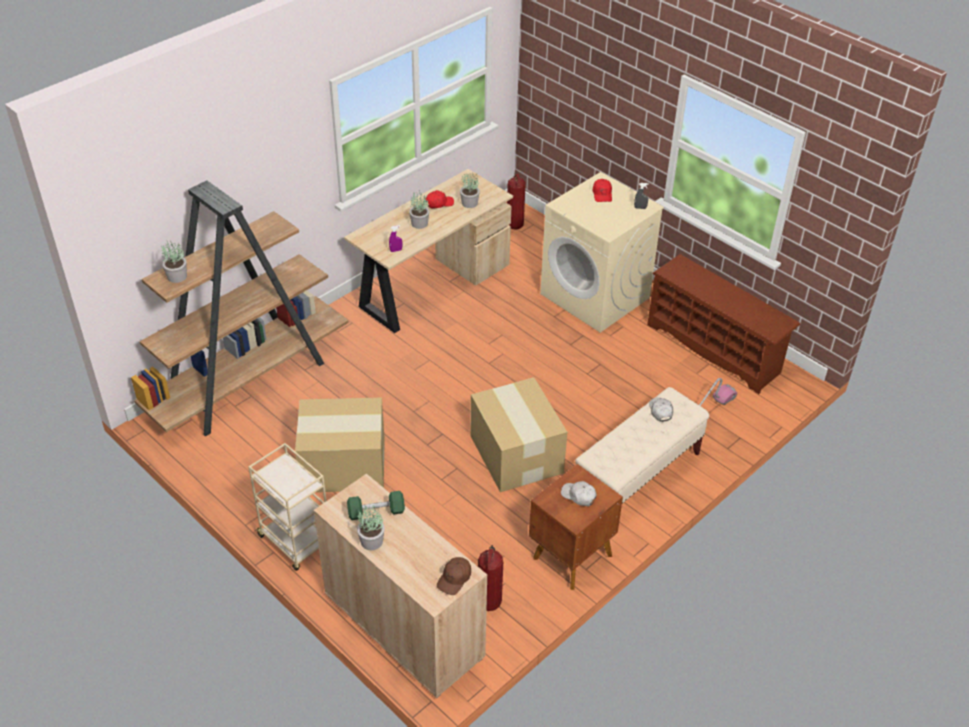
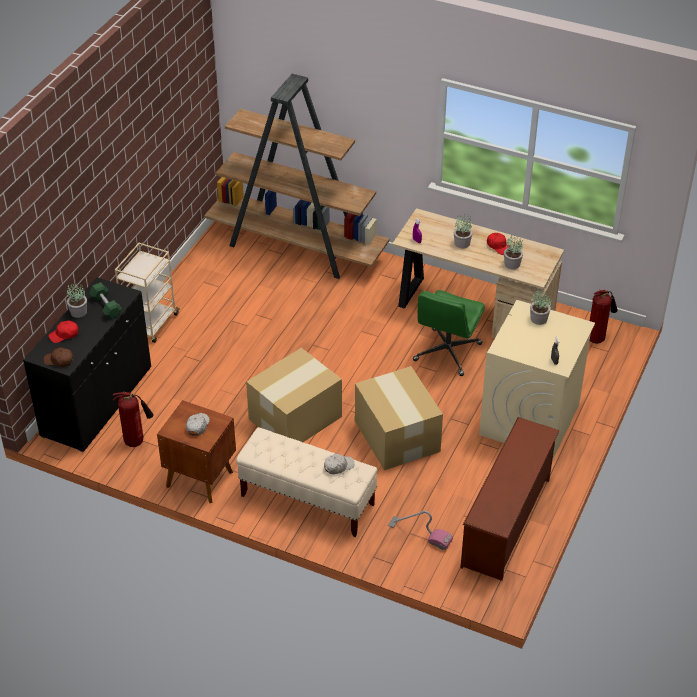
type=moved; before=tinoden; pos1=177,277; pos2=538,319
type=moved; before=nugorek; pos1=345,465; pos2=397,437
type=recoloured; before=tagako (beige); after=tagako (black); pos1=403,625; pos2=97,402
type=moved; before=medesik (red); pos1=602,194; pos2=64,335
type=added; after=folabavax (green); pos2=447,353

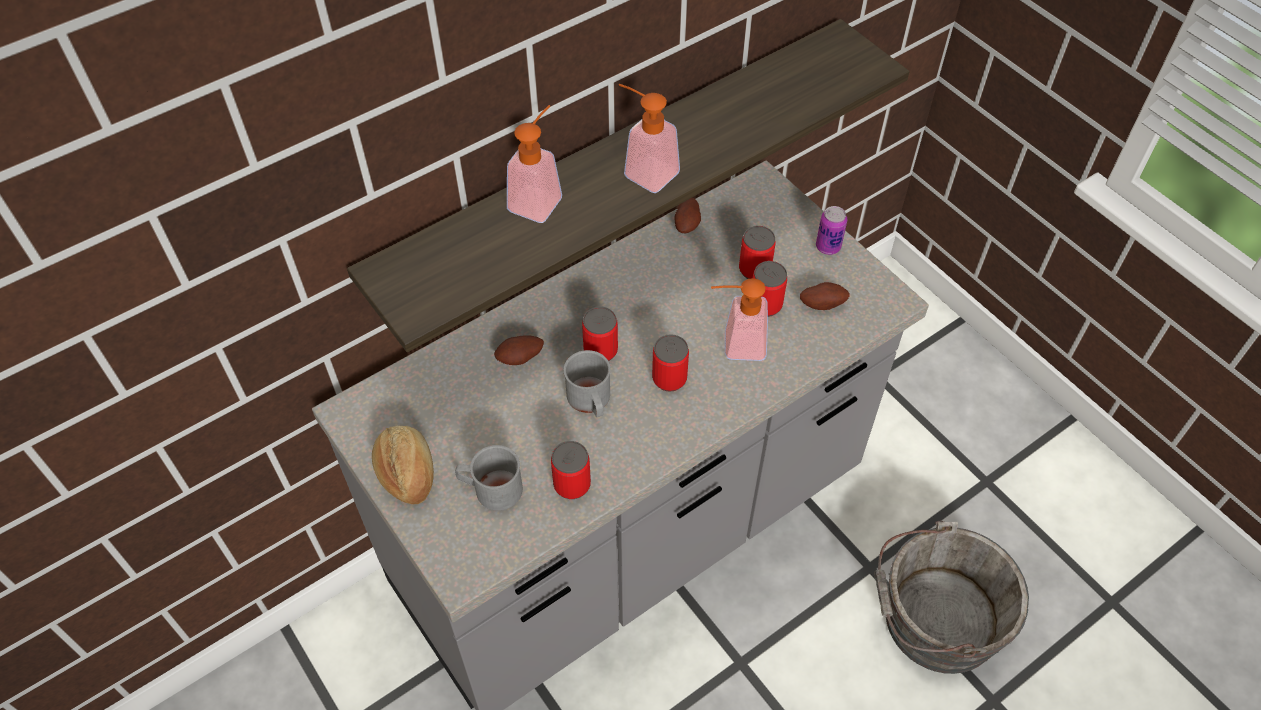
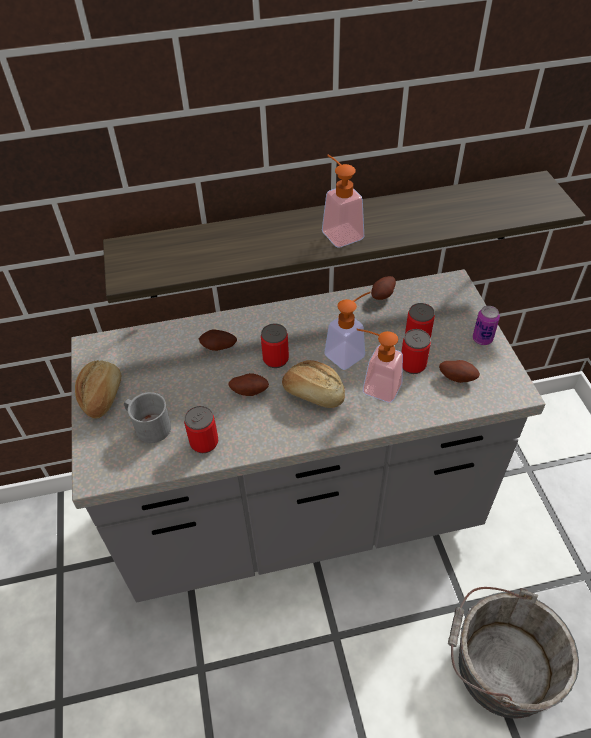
type=moved; before=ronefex; pos1=539,198; pos2=349,352
type=replaced; before=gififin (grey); after=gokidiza; pos1=590,401; pos2=249,390
type=replaced; before=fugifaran; after=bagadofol; pos1=669,378; pos2=313,393

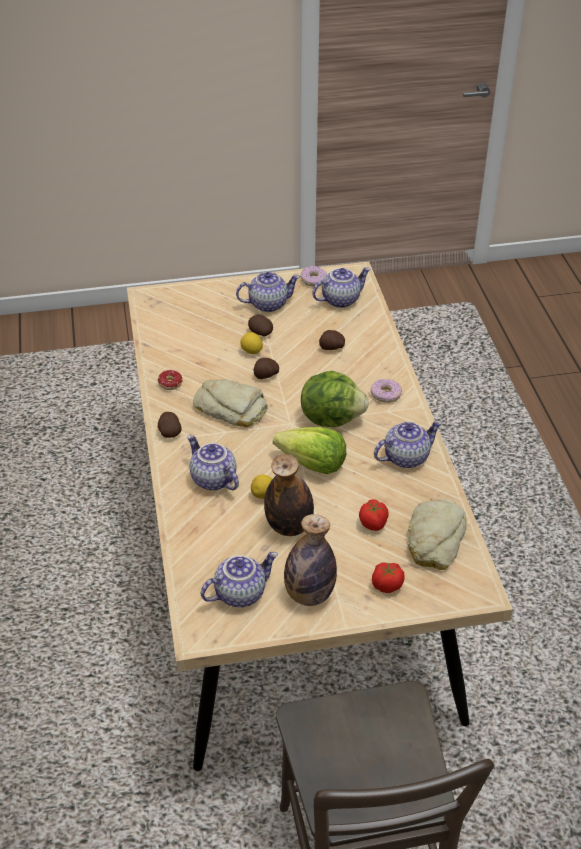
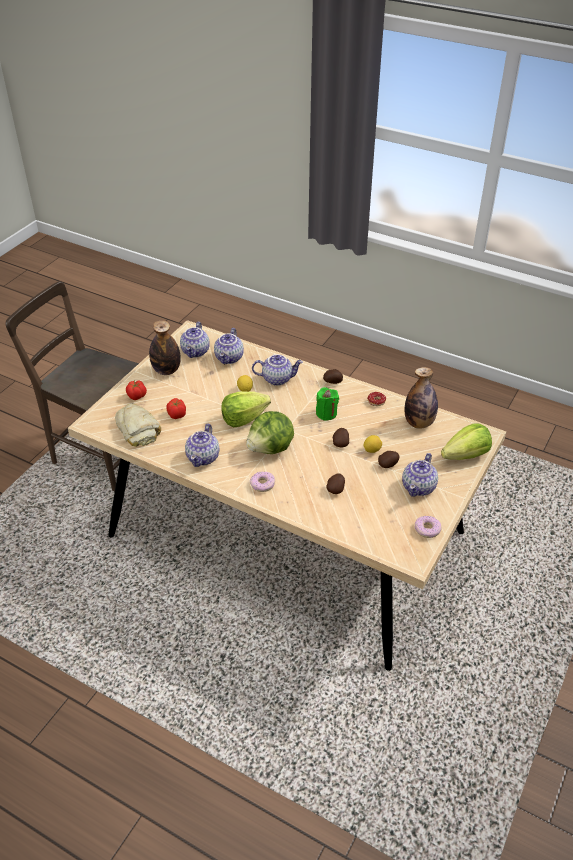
type=replaced; before=bagadofol; after=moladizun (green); pos1=231,408; pos2=326,413
type=moved; before=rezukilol; pos1=289,526; pos2=419,423
type=moved; before=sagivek; pos1=340,299; pos2=230,358
type=added; after=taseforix; pos2=466,455

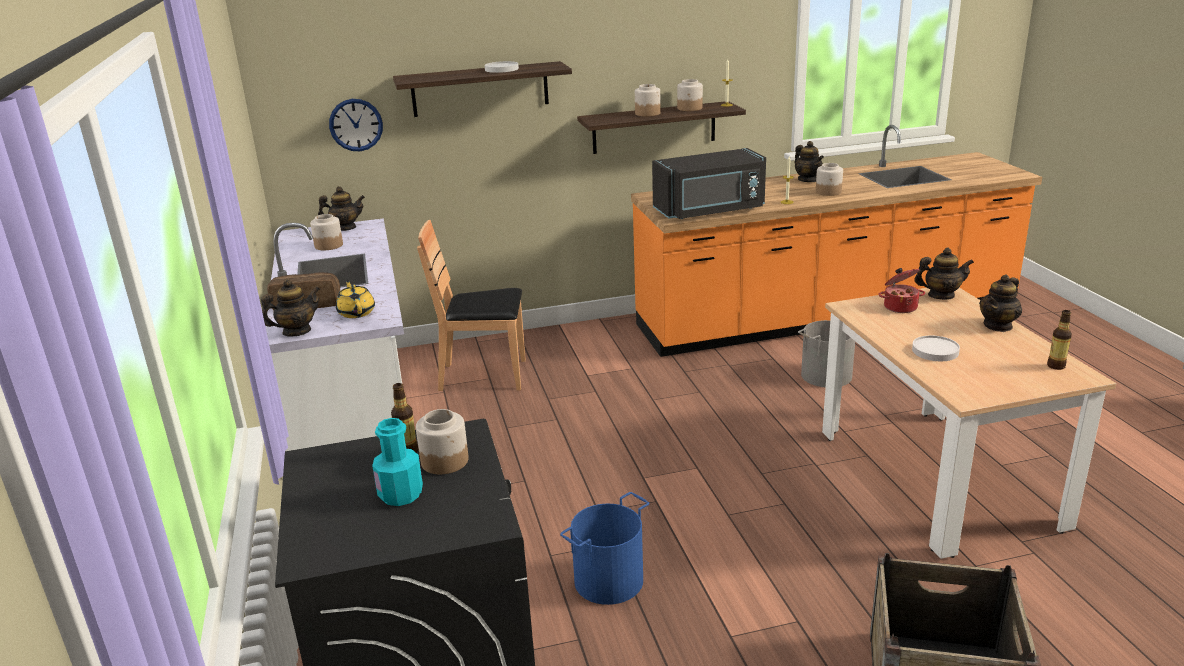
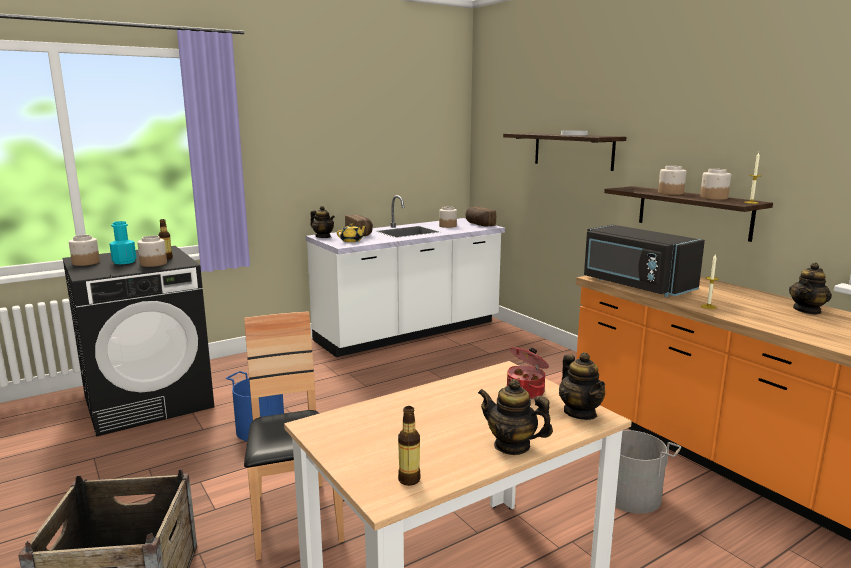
type=replaced; before=sagivek; after=bagadofol; pos1=345,228; pos2=479,224
type=removed; before=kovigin; pos1=356,125
type=moved; before=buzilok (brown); pos1=484,376; pos2=294,519
type=moved; before=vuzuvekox; pos1=828,192; pos2=85,263
type=removed; before=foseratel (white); pos1=935,351

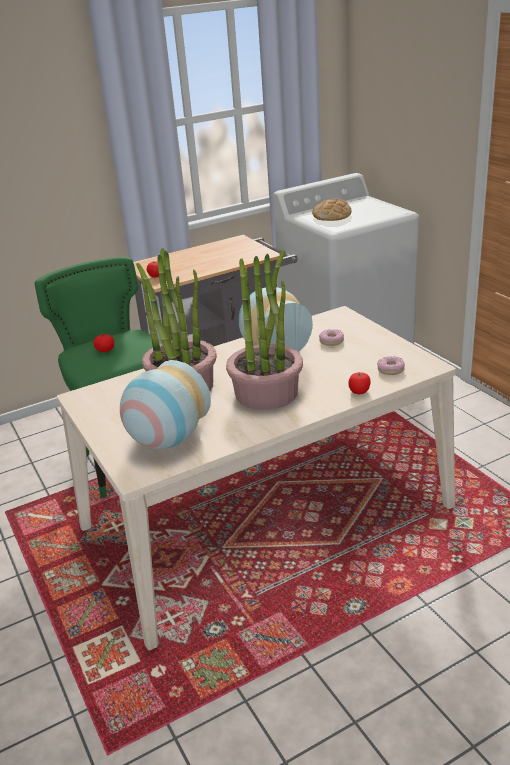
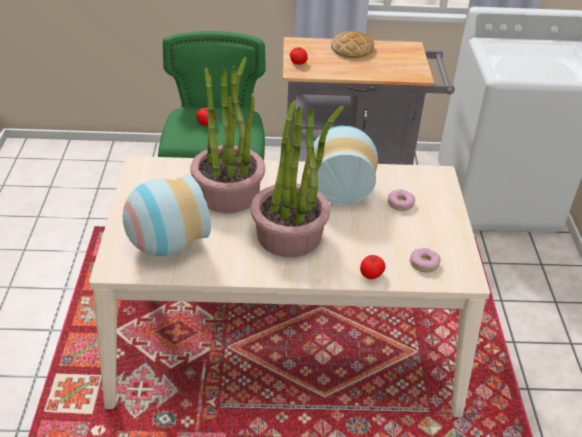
type=moved; before=bagadofol; pos1=332,215; pos2=352,49

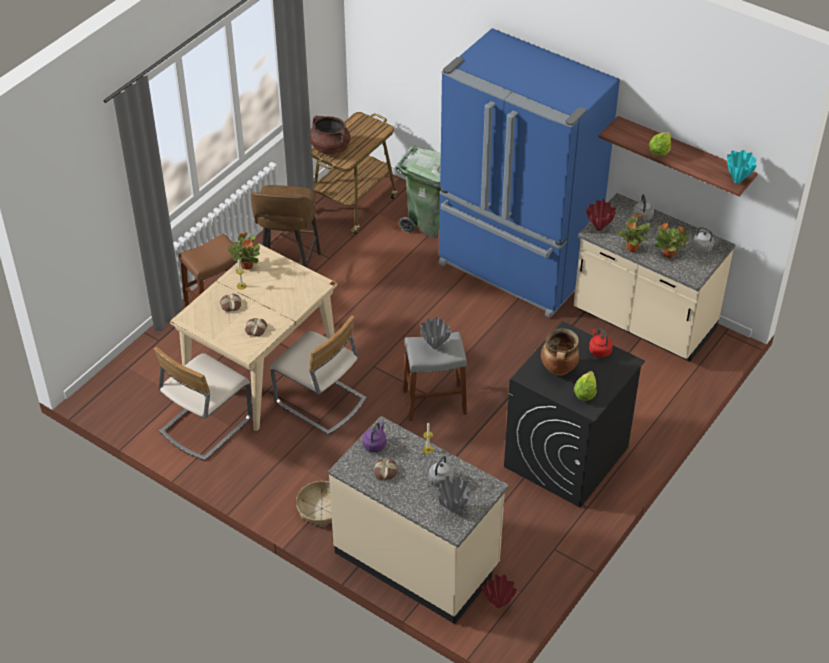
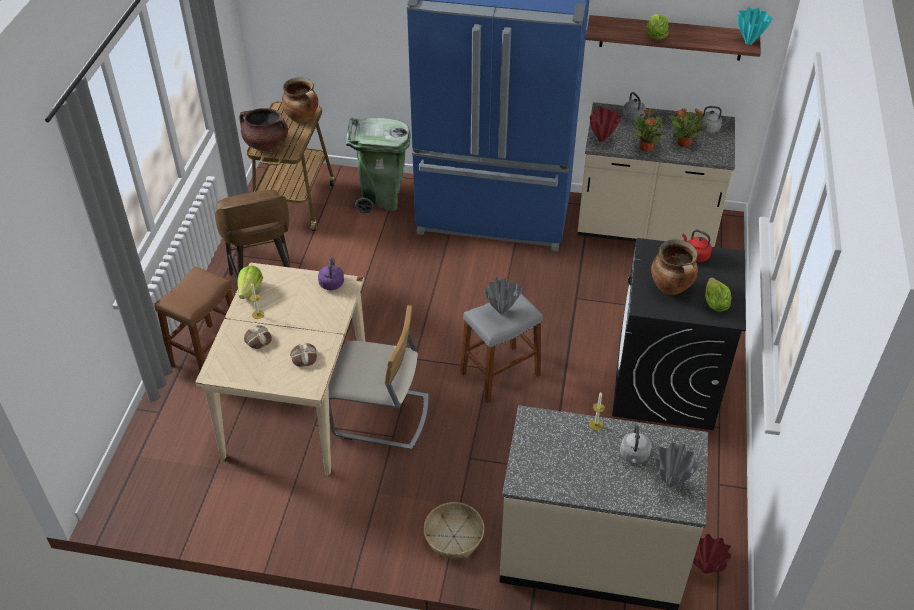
type=removed; before=buzilok (beige); pos1=205,425
type=replaced; before=tinoden; after=taseforix; pos1=247,265; pos2=251,290
type=moved; before=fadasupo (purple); pos1=375,444; pos2=331,282
type=removed; before=bagadofol; pos1=385,472
type=added; after=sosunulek; pos2=303,118

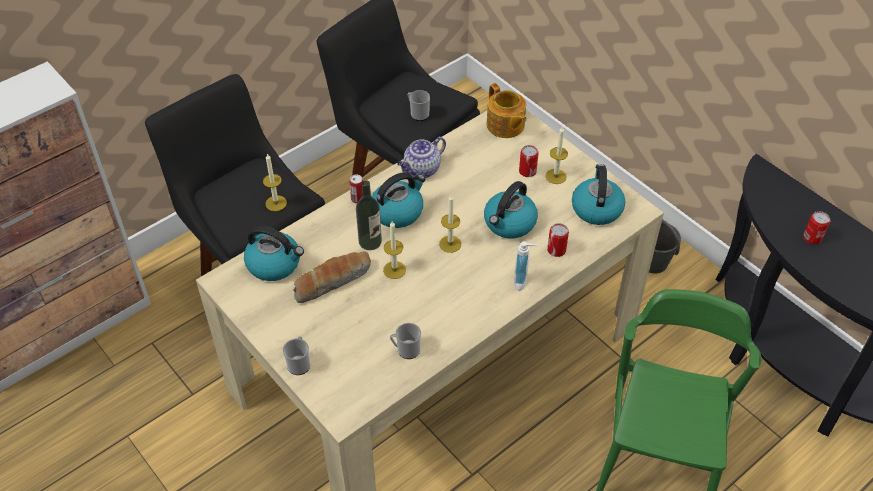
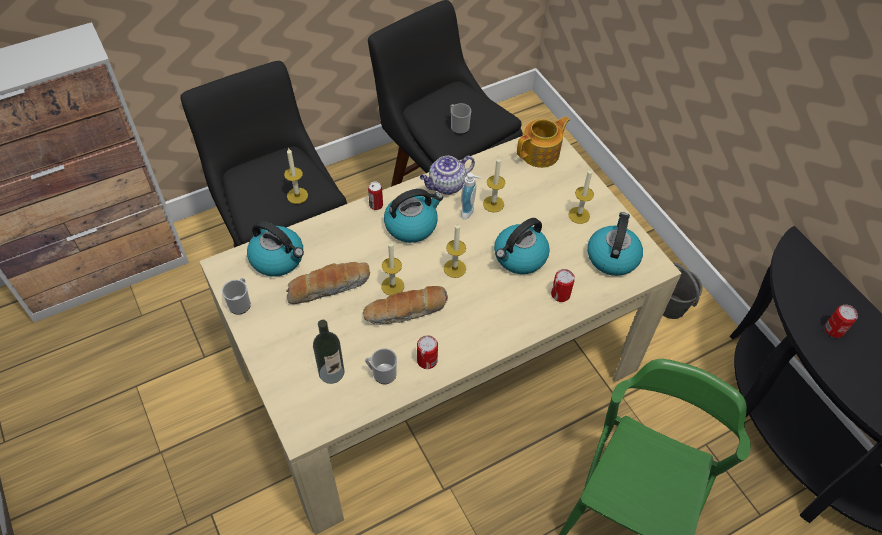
type=moved; before=gififin; pos1=299,363; pos2=241,303
type=moved; before=rezukilol; pos1=370,241; pos2=331,372
type=turned; before=sagivek; pos1=505,126; pos2=541,153; turn=-105
type=moved; before=ronefex; pos1=523,282; pos2=469,212
type=moved; before=fugifaran; pos1=527,171; pos2=427,360
type=added; after=bagadofol; pos2=406,312
type=added; after=moladizun; pos2=493,204

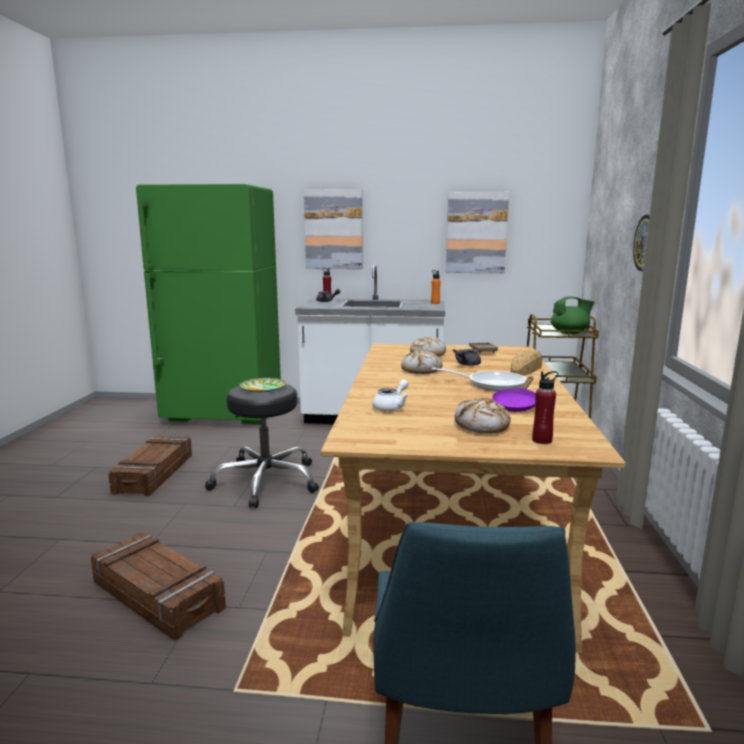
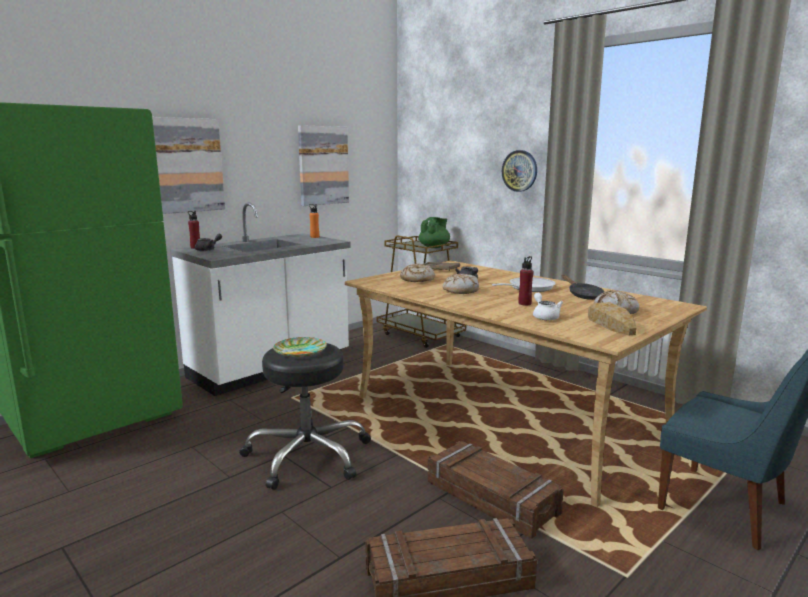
type=moved; before=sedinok; pos1=153,473; pos2=490,498
type=recoloured; before=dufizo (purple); after=dufizo (black); pos1=516,405; pos2=583,295
type=moved; before=bagadofol; pos1=526,369; pos2=610,324
type=moved; before=rezukilol (red); pos1=542,440; pos2=524,303

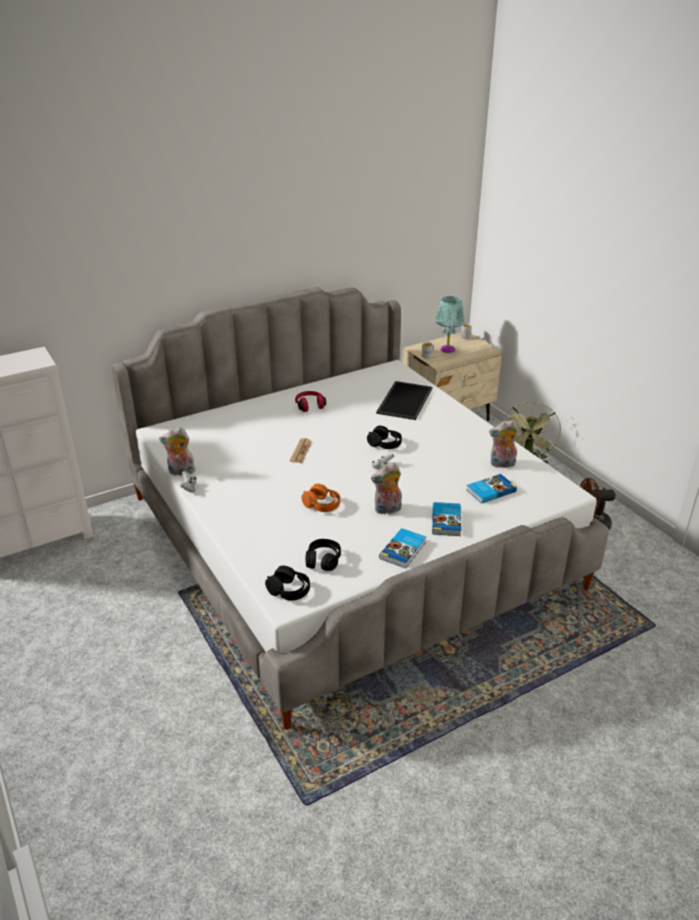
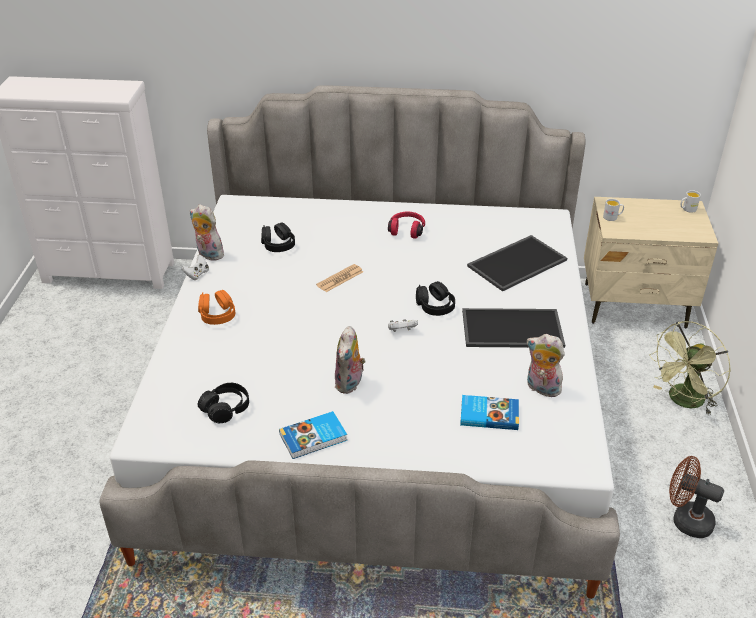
type=moved; before=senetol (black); pos1=289,590; pos2=278,245
type=moved; before=senetol (orange); pos1=322,505; pos2=217,315
type=turned; before=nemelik; pos1=387,510; pos2=350,384; turn=-90
type=removed; before=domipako; pos1=447,521
type=removed; before=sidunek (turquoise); pos1=447,349
type=added; after=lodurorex; pos2=511,329

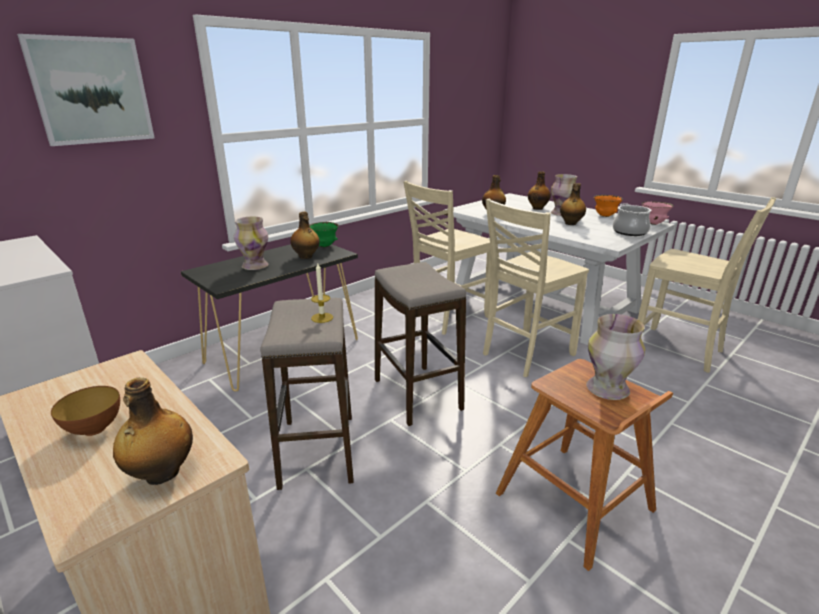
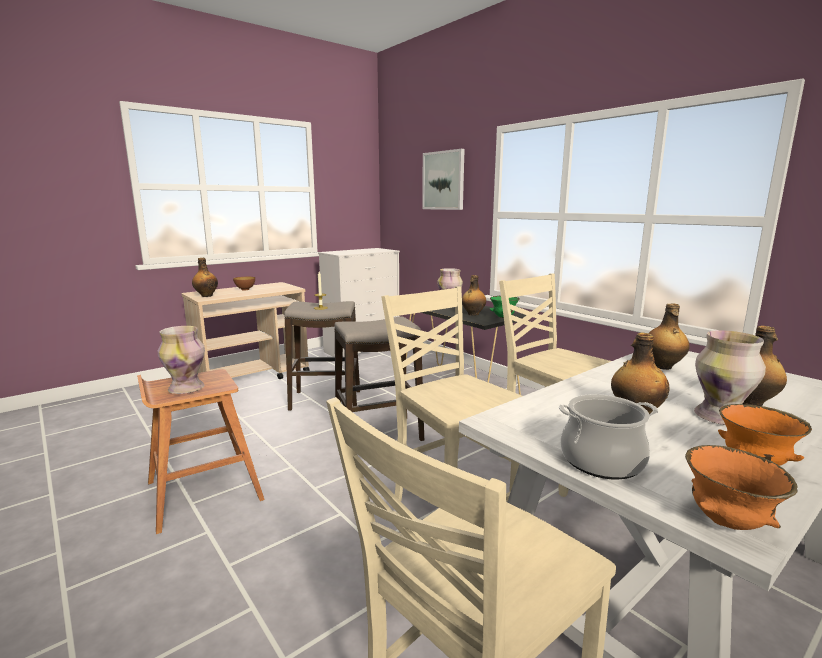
type=recoloured; before=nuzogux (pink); after=nuzogux (orange); pos1=653,224; pos2=727,522

